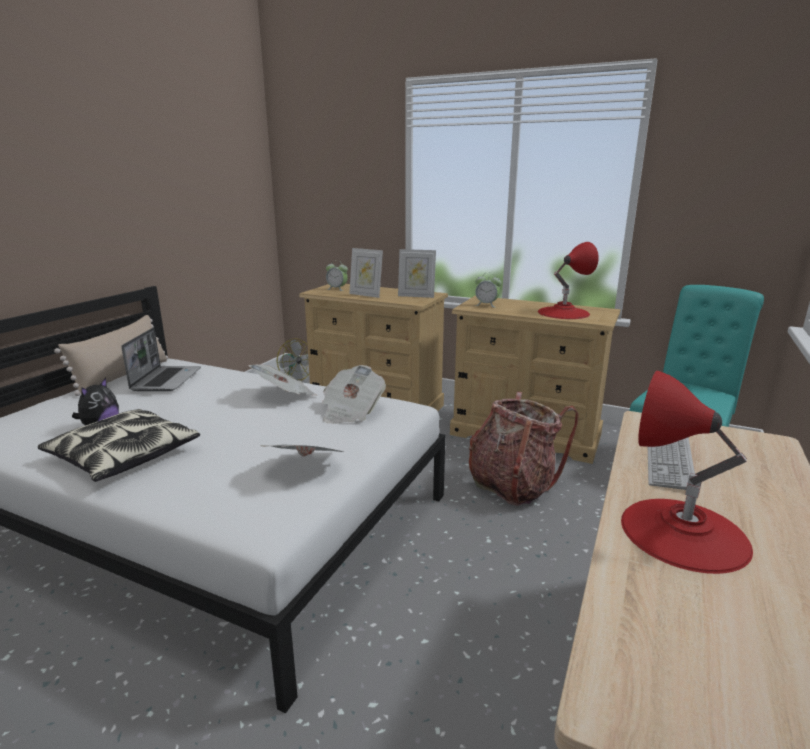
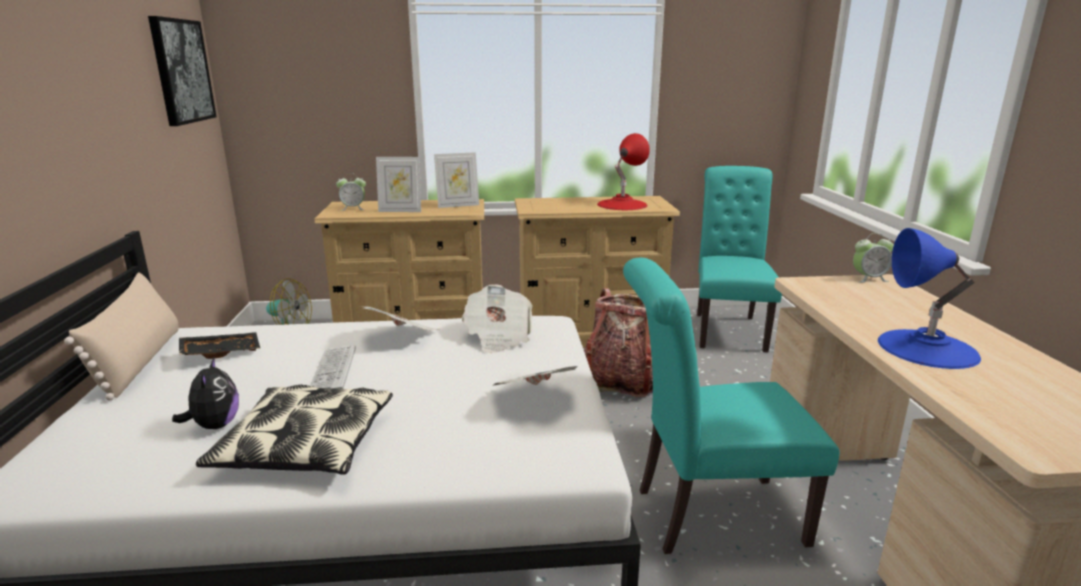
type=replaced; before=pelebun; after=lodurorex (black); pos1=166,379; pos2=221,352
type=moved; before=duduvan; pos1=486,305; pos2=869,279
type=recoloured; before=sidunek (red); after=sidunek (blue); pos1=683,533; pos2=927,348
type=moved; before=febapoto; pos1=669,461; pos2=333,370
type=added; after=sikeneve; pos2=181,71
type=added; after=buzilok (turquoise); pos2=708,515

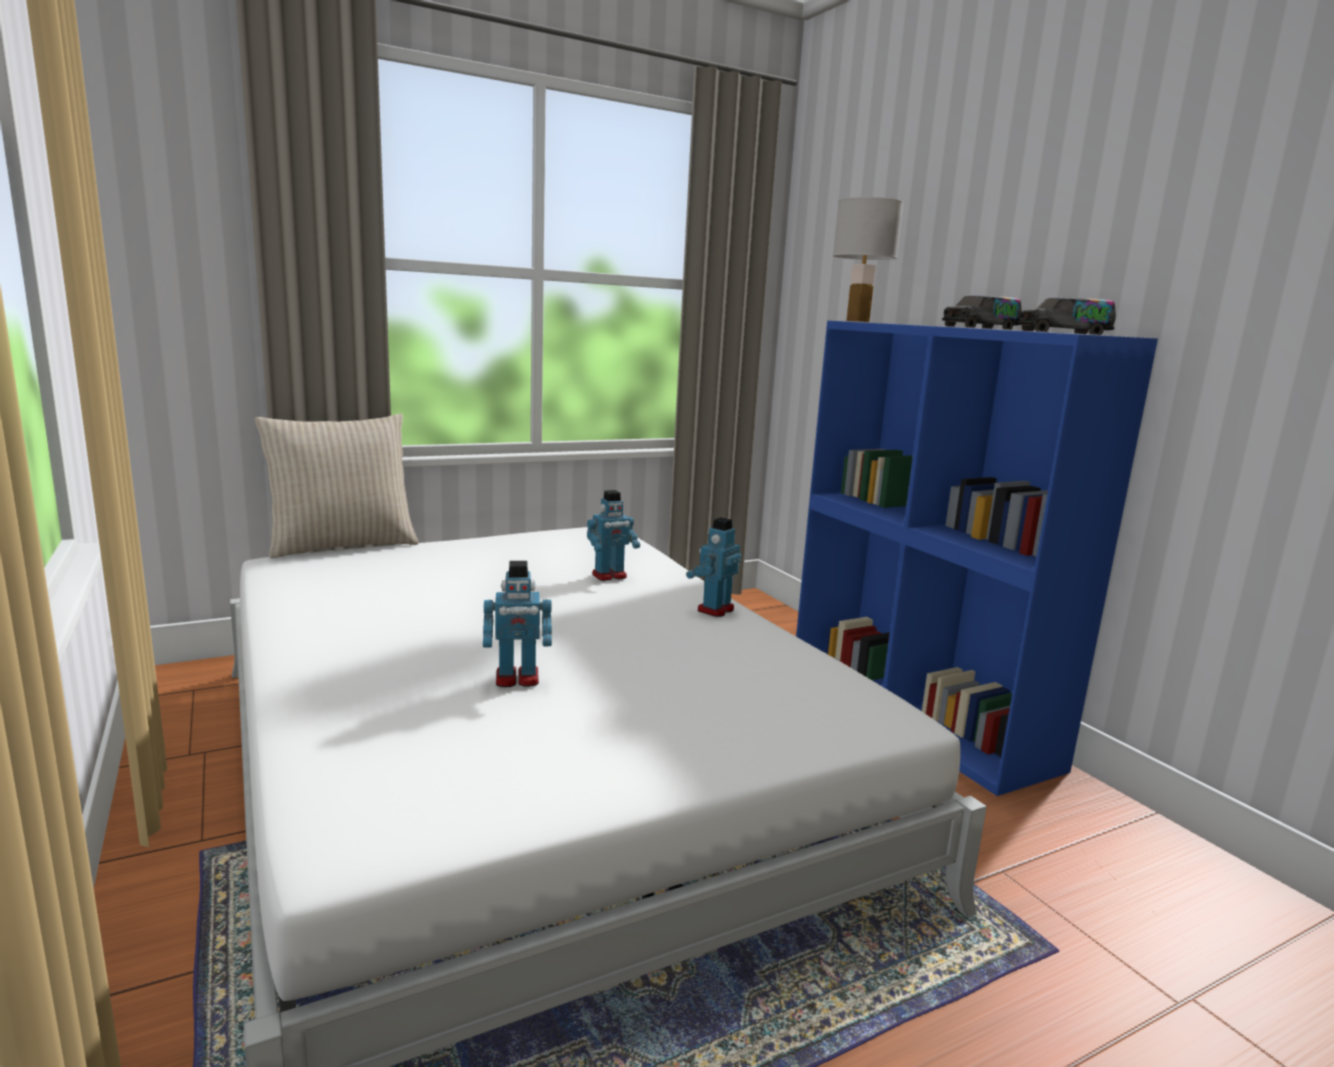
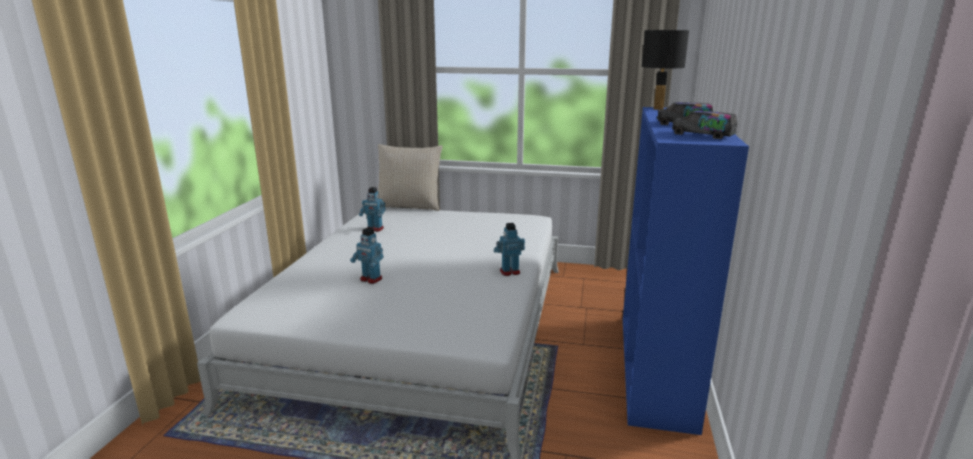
type=moved; before=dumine; pos1=610,576; pos2=374,229
type=recoloured; before=sidunek (white); after=sidunek (black); pos1=857,321; pos2=658,108

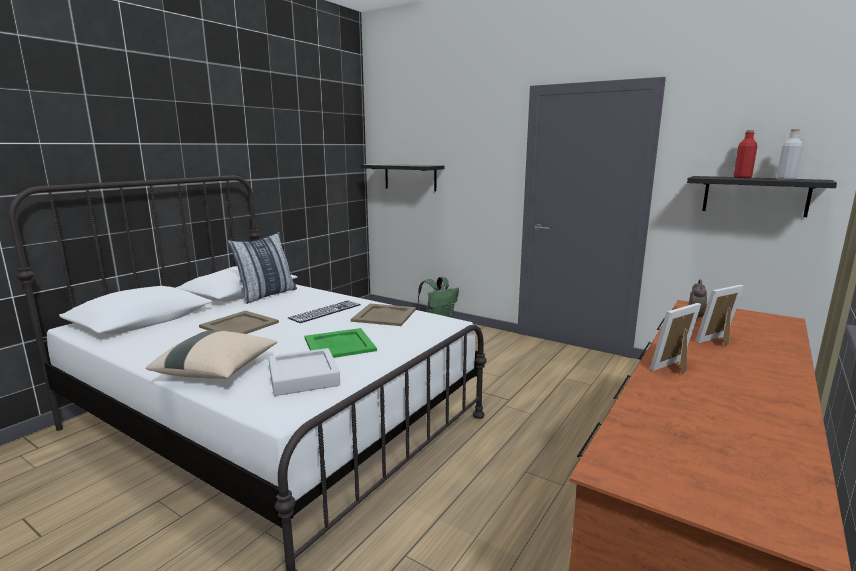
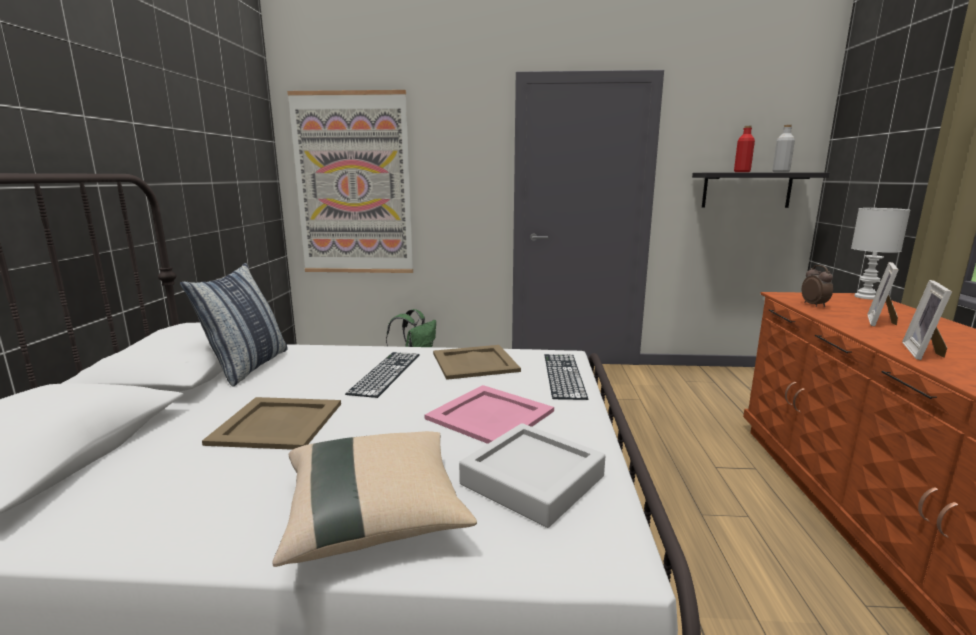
type=recoloured; before=lodurorex (green); after=lodurorex (pink); pos1=340,344; pos2=491,415
type=replaced; before=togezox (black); after=sikeneve; pos1=410,177; pos2=353,185
type=added; after=febapoto; pos2=563,375
type=added; after=sidunek (white); pos2=866,297

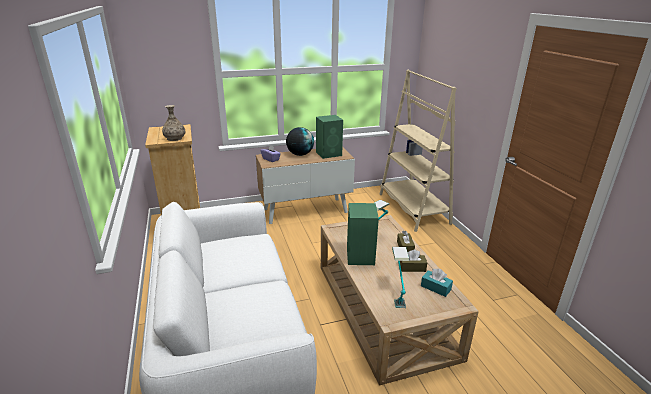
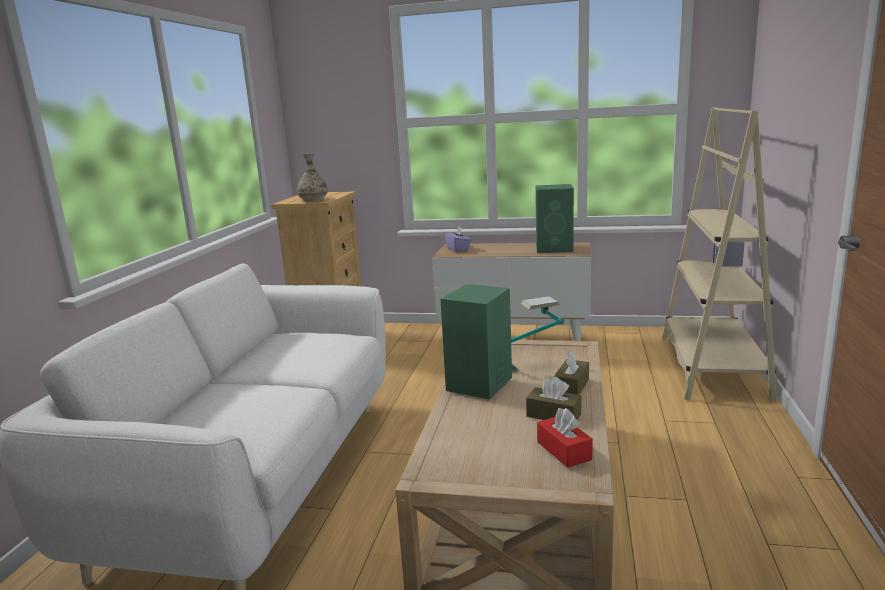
type=removed; before=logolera; pos1=300,154
type=removed; before=sidunek; pos1=397,293
type=recoloured; before=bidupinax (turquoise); after=bidupinax (red); pos1=435,288; pos2=564,451

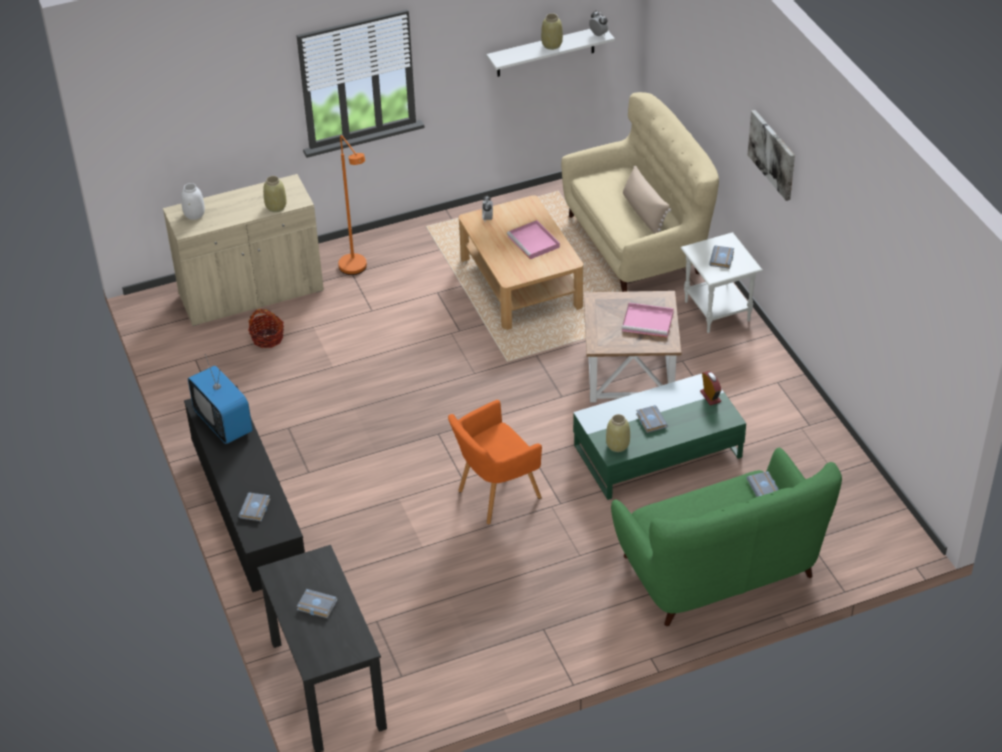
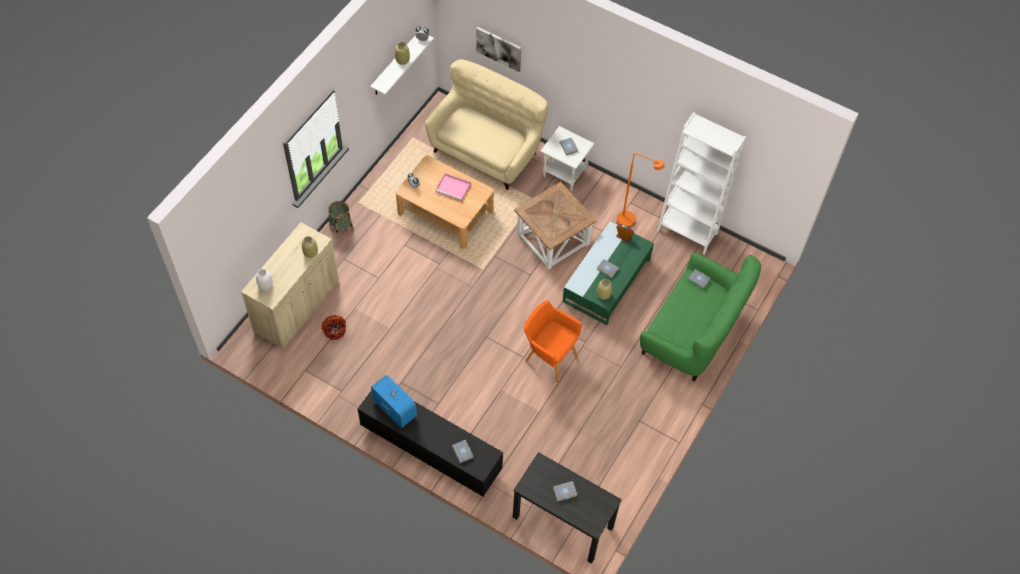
type=turned; before=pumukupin; pos1=224,423; pos2=394,409; turn=-150
type=moved; before=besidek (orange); pos1=357,270; pos2=631,221
type=turned; before=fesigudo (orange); pos1=495,495; pos2=549,357; turn=105
type=removed; before=lodurorex (pink); pos1=649,322
type=removed; before=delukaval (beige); pos1=644,213
type=moved; before=sikeneve; pos1=772,154; pos2=499,48
type=added; after=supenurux; pos2=341,227
type=added; after=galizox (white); pos2=687,232

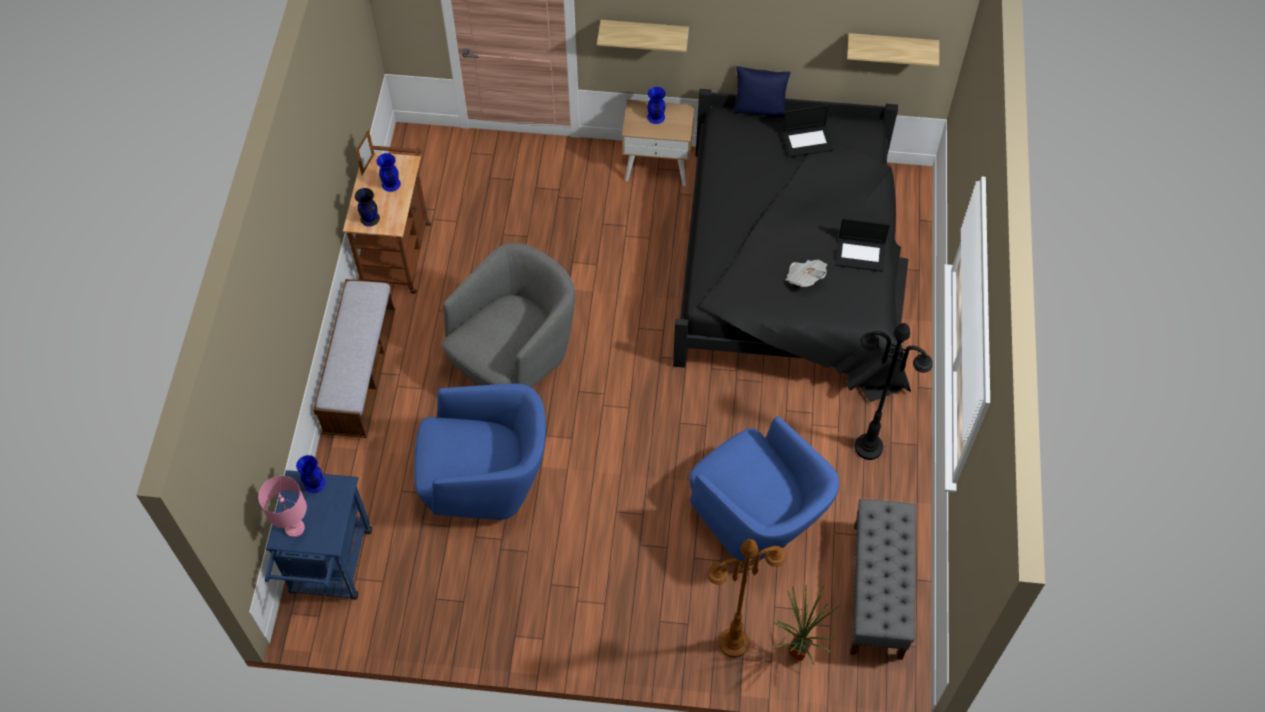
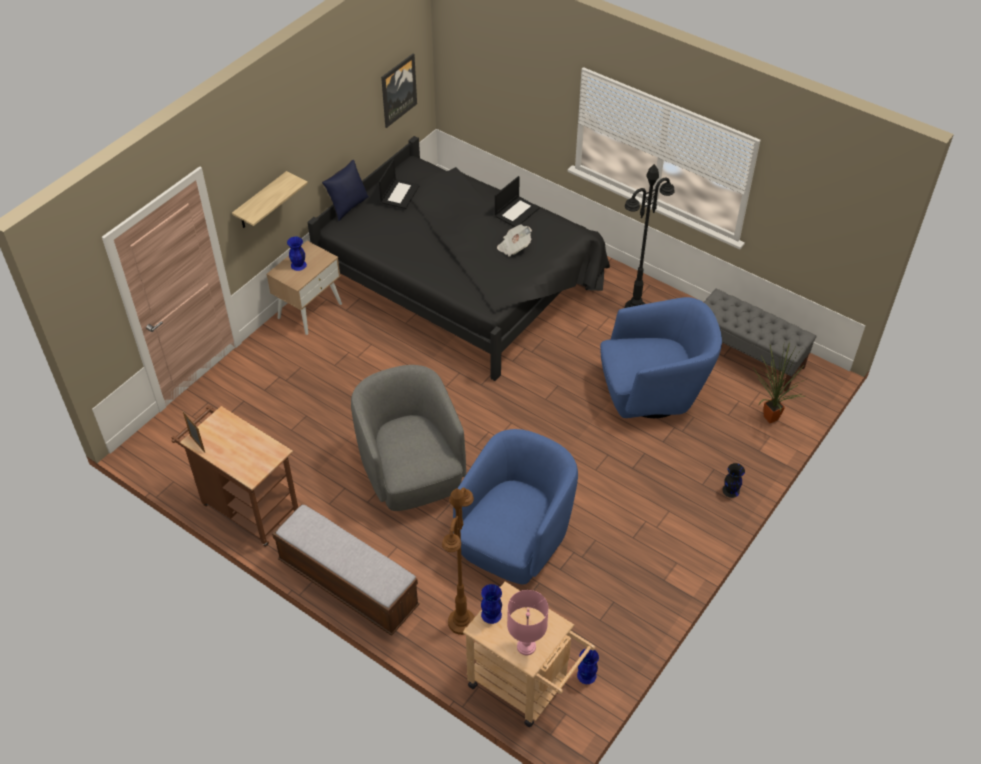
type=recoloured; before=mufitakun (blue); after=mufitakun (beige); pos1=329,569; pos2=525,687
type=moved; before=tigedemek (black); pos1=369,218; pos2=730,491
type=moved; before=tigedemek (blue); pos1=390,184; pos2=586,675
type=moved; before=besidek (brown); pos1=733,643; pos2=461,622
type=replaced; before=togezox; after=sikeneve; pos1=891,47; pos2=398,90

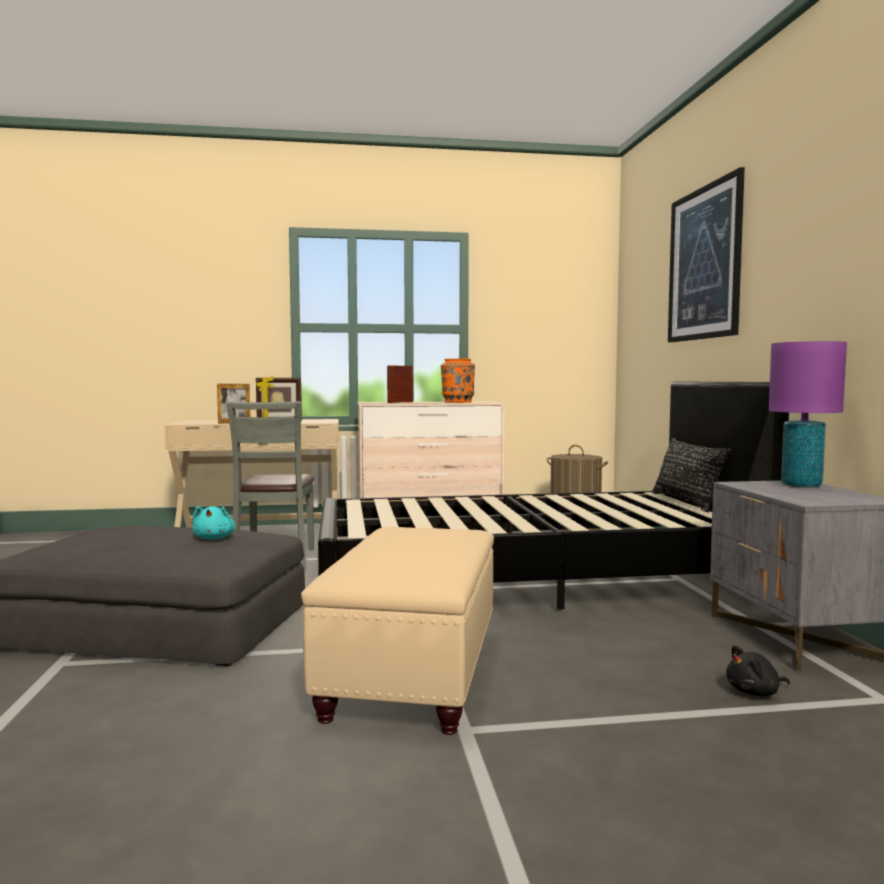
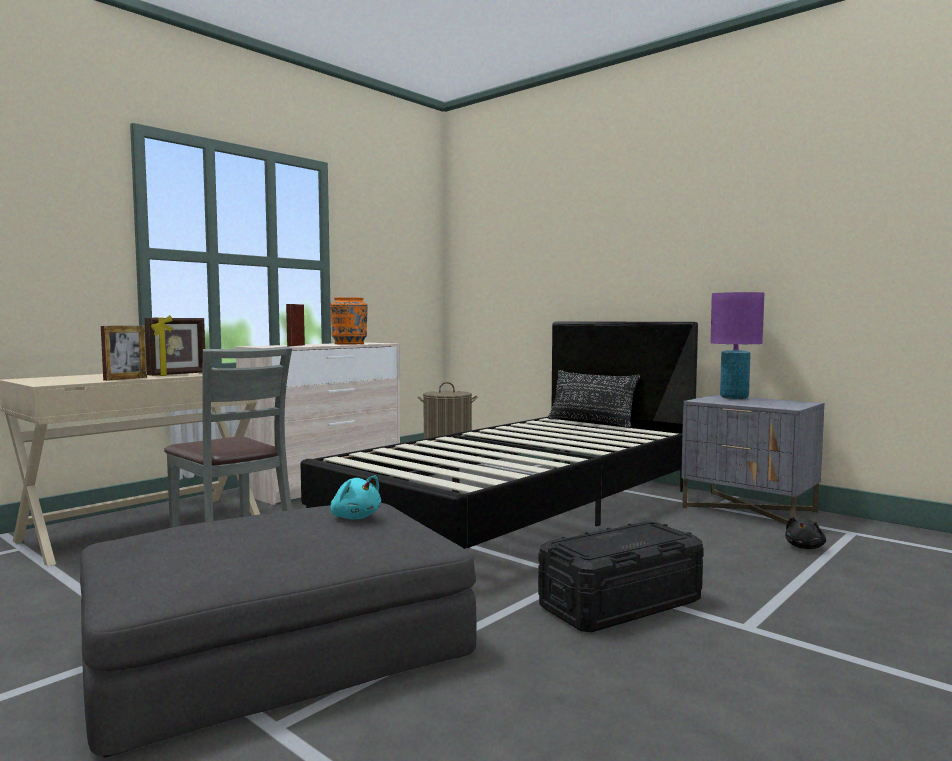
type=replaced; before=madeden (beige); after=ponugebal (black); pos1=412,673; pos2=621,604
type=removed; before=sikeneve; pos1=704,263

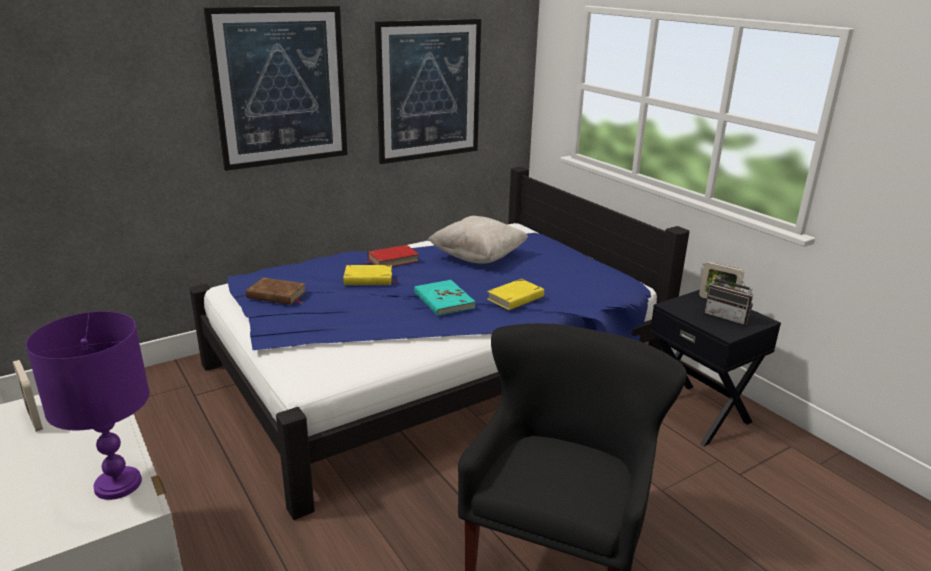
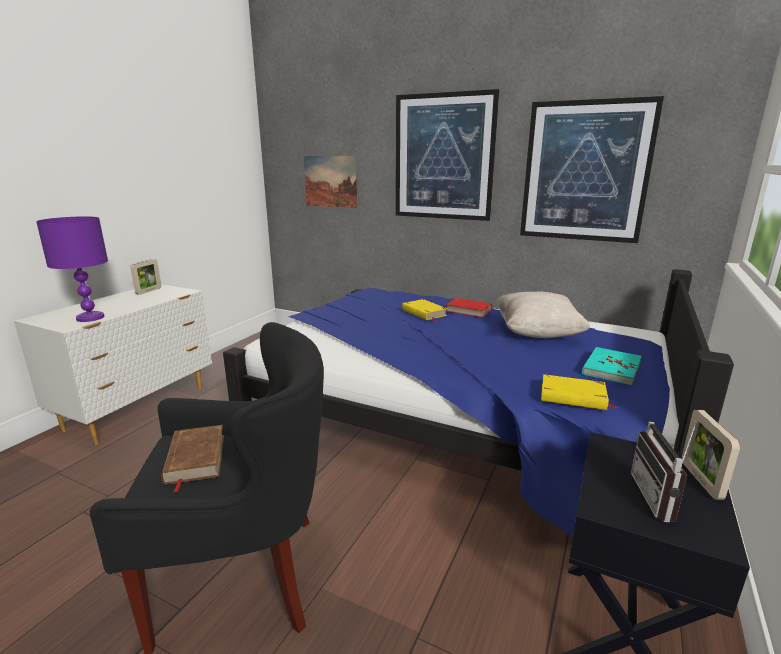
type=moved; before=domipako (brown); pos1=277,295; pos2=195,458
type=moved; before=domipako (turquoise); pos1=443,300; pos2=611,368
type=moved; before=domipako (yellow); pos1=516,298; pos2=573,397
type=added; after=sikeneve; pos2=331,181

